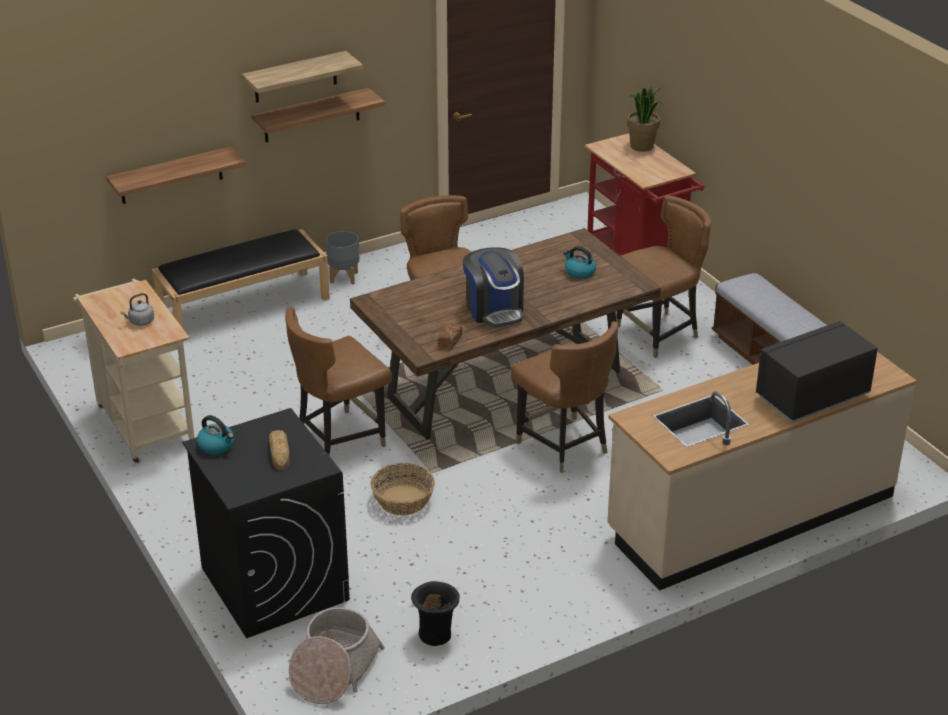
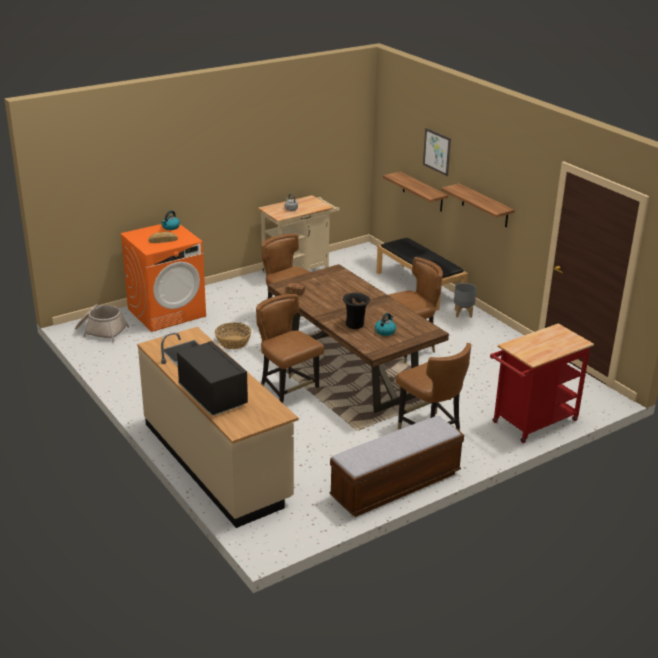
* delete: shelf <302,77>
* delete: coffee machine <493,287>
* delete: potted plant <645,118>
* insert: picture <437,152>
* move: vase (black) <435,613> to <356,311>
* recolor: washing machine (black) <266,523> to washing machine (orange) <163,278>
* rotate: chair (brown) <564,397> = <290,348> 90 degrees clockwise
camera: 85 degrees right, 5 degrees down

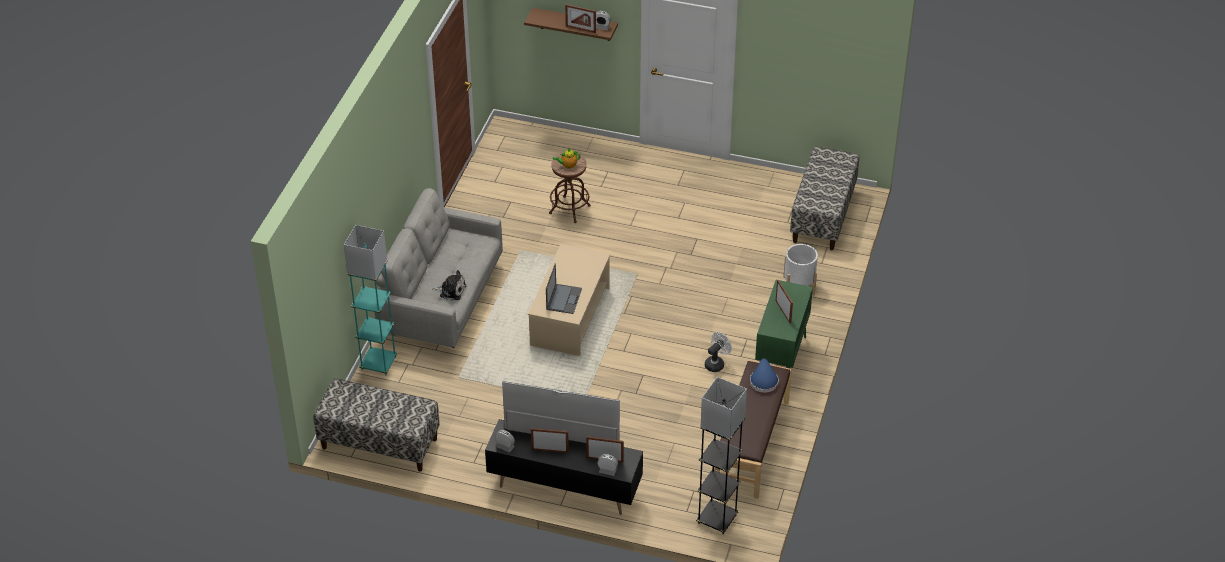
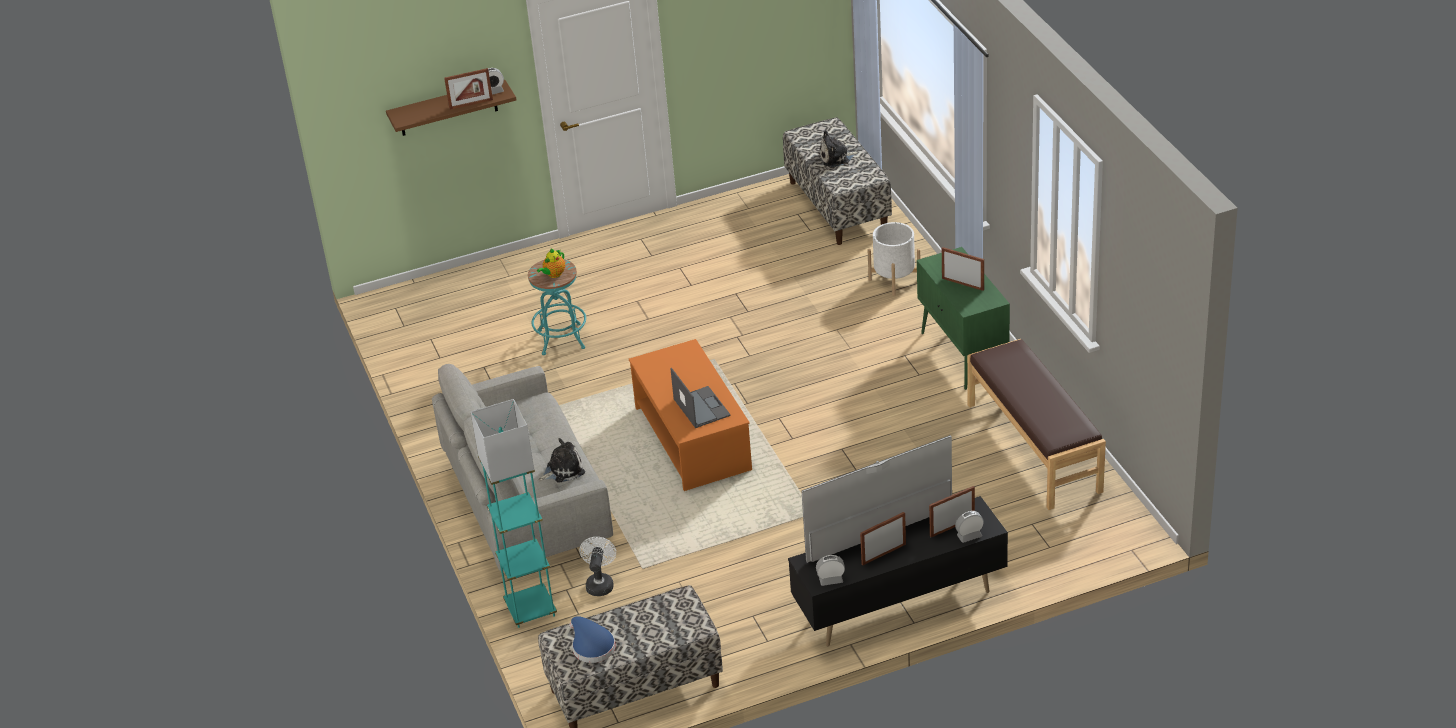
* delete: floor lamp (grey) <721,455>
* insert: plush toy <838,148>
* move: fan (white) <718,352> to <598,566>
* move: hat (blue) <764,375> to <592,639>
* recolor: coffee table (beige) <569,300> to coffee table (orange) <690,415>
* recolor: stool (brown) <570,188> to stool (turquoise) <557,307>
camera: 35 degrees left, 5 degrees down

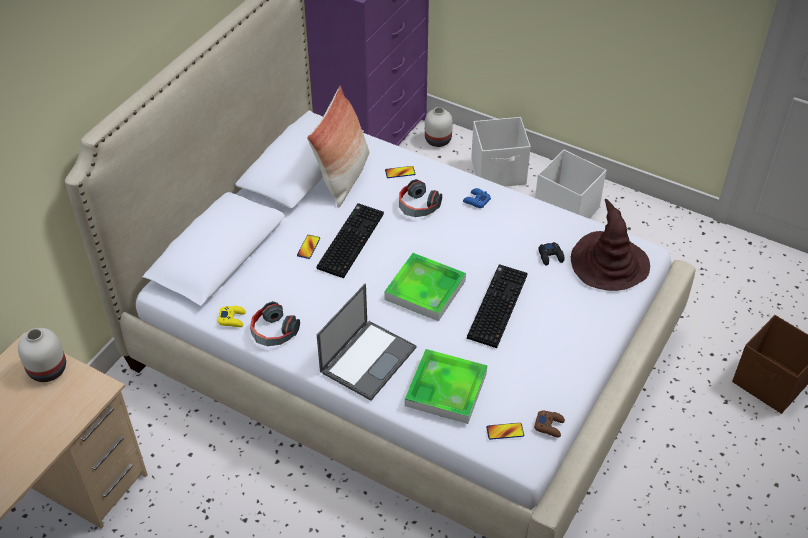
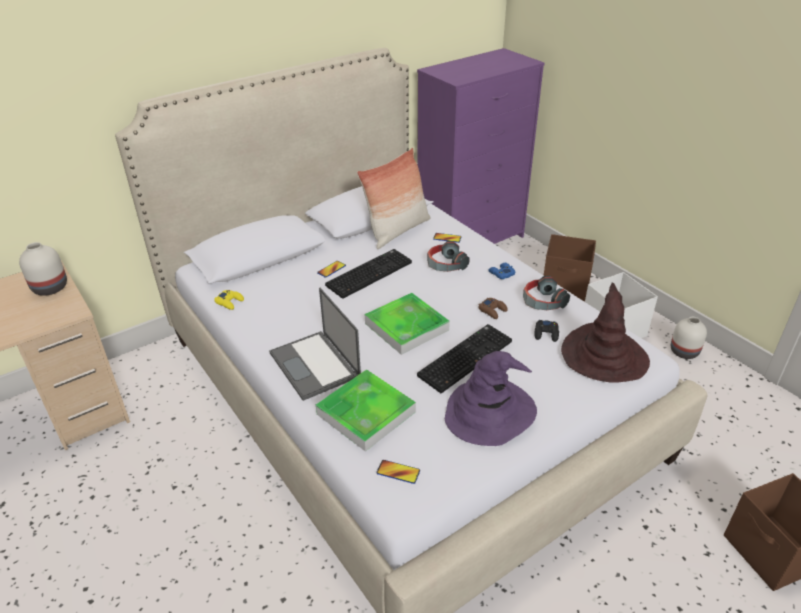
* insert: hat (purple) <491,398>
* move: headphones <275,323> to <546,293>
* move: vase (white) <439,127> to <689,338>
* move: game controller (brown) <549,424> to <493,308>
* recolor: storage box (white) <501,151> to storage box (brown) <570,268>
* rotate: laptop <366,342> = <315,344> 90 degrees clockwise
camera: 25 degrees right, 10 degrees down

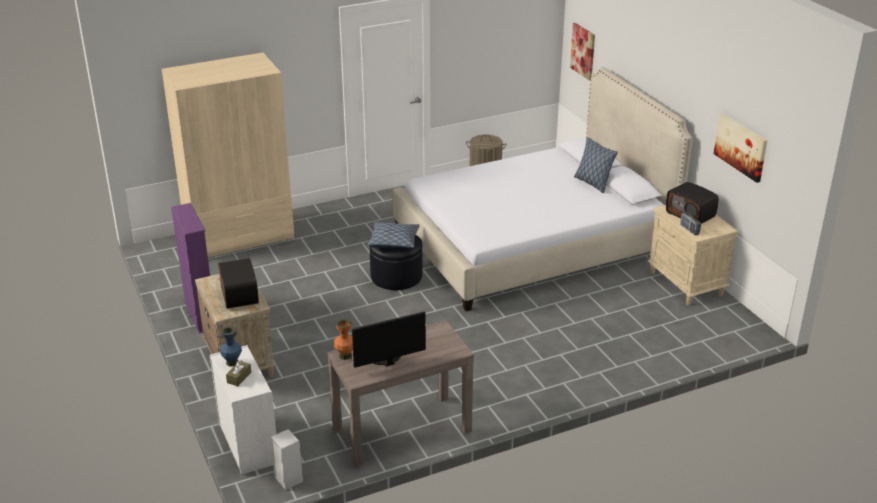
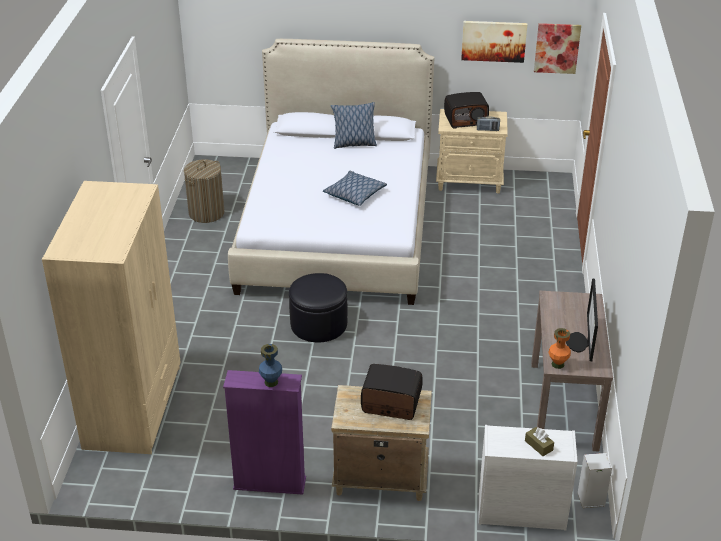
* move: vase (blue) <231,346> to <270,365>
* move: pillow <393,235> to <355,188>
* move: picture <582,52> to <557,48>
camera: 60 degrees left, 5 degrees up

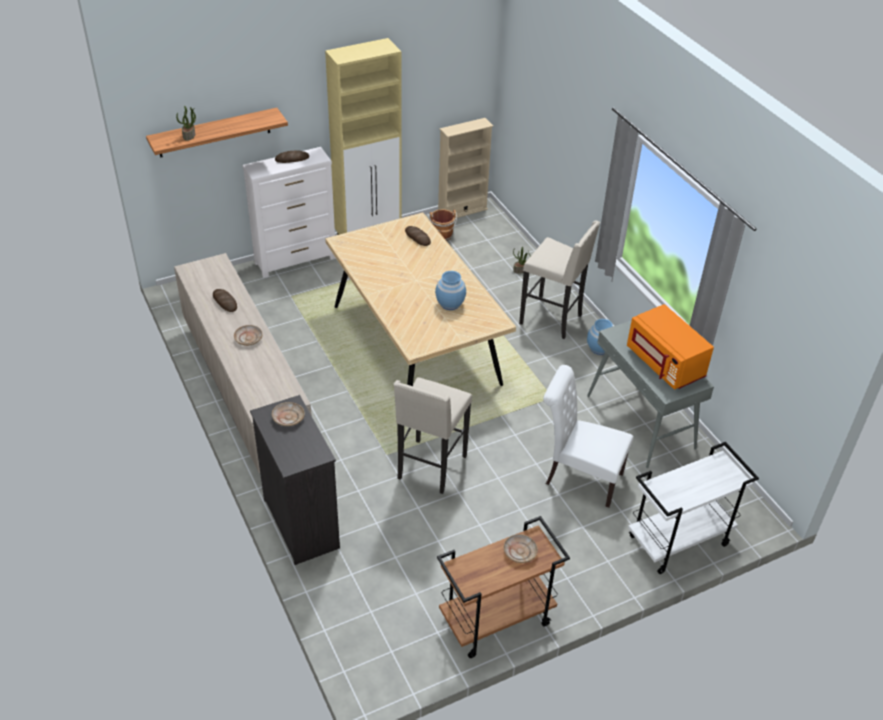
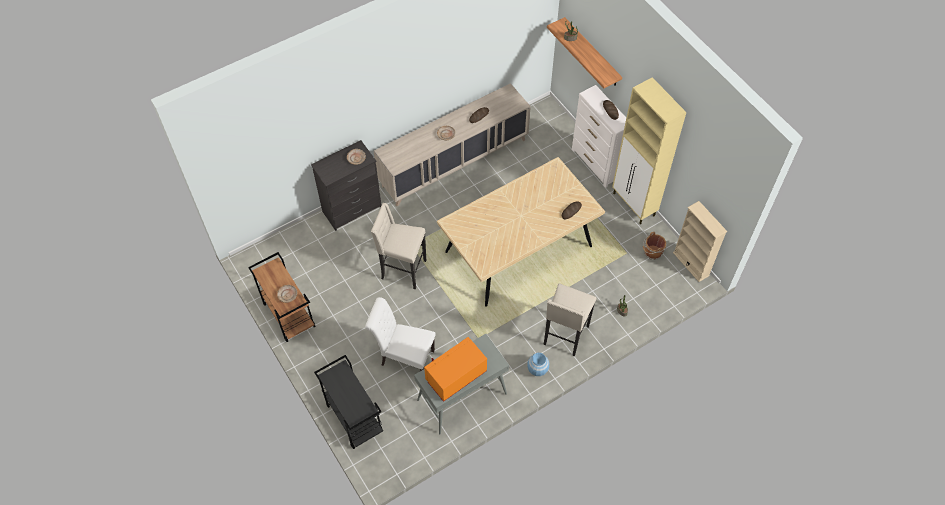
* delete: vase (blue) <450,290>
* recolor: cart (white) <693,508> to cart (black) <348,402>
* rotate: chair (white) <588,436> = <400,334> 90 degrees counterclockwise
camera: 85 degrees right, 15 degrees up

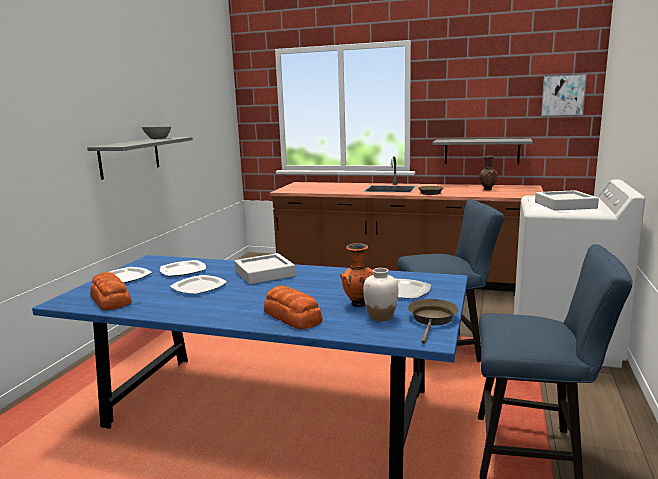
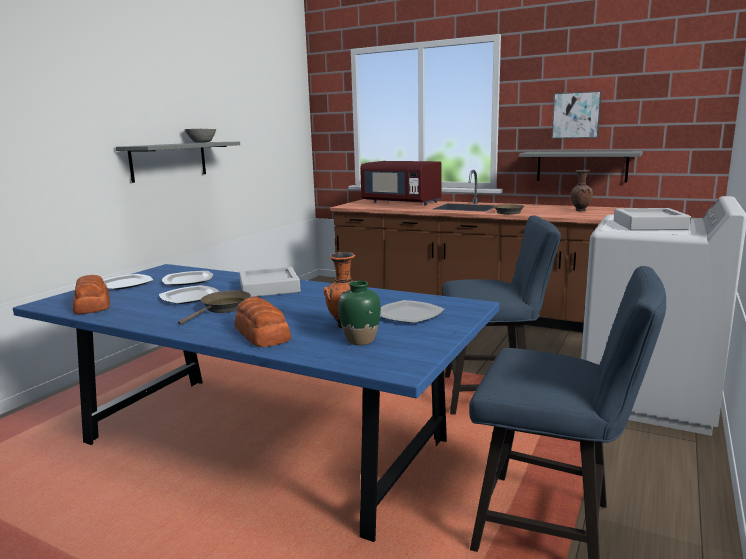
* insert: microwave (red) <401,183>
* move: frying pan (brown) <433,321> to <214,307>
* move: picture <564,95> to <576,115>
* recolor: vase (white) <381,295> to vase (green) <359,313>
camera: 10 degrees right, 0 degrees up

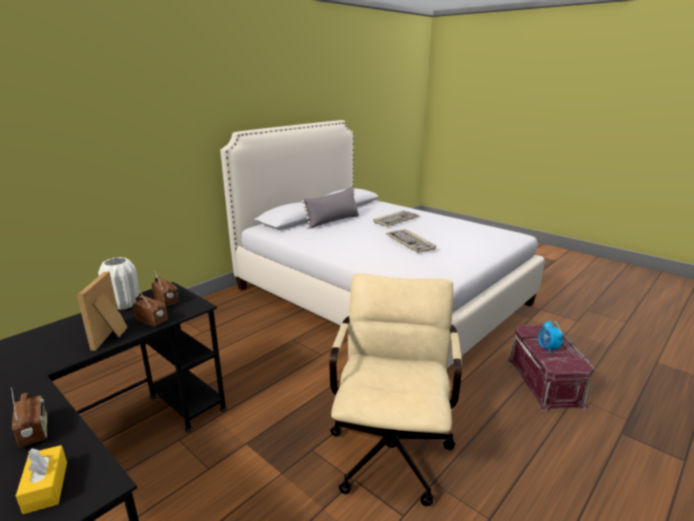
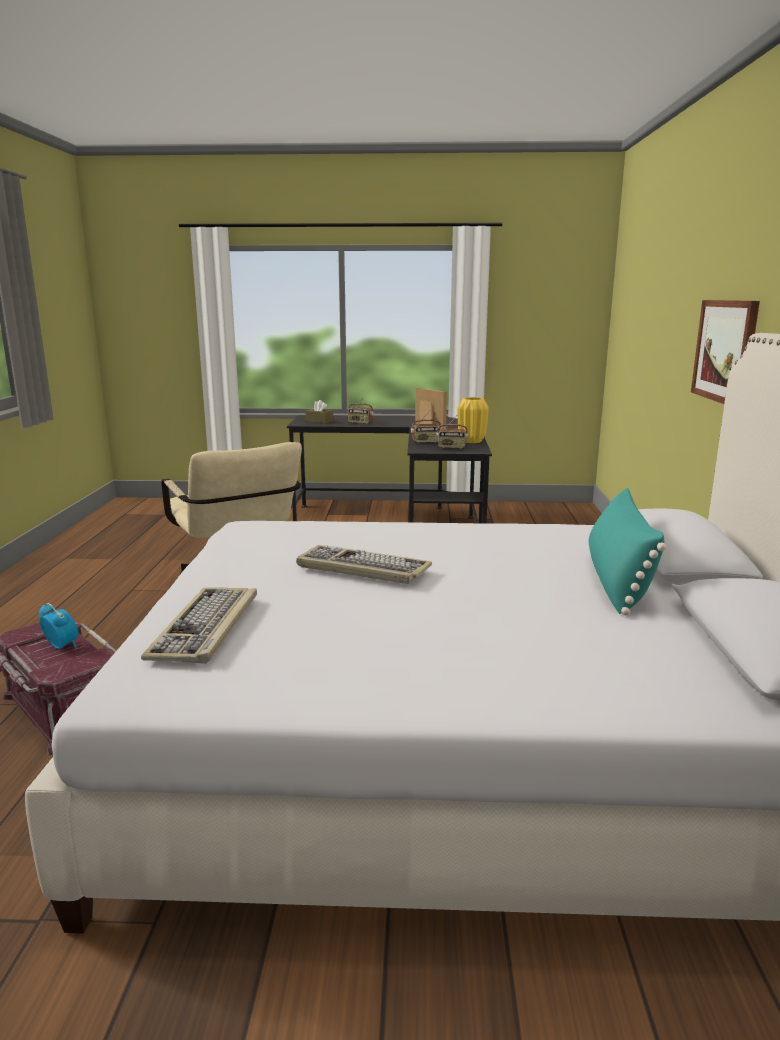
* insert: picture <725,352>
* move: keyboard <396,218> to <199,626>
* recolor: tissue box (yellow) <41,479> to tissue box (brown) <319,411>
* recolor: vase (white) <118,283> to vase (yellow) <473,420>
* recolor: pillow (grey) <330,208> to pillow (turquoise) <627,551>
camera: 140 degrees right, 5 degrees down

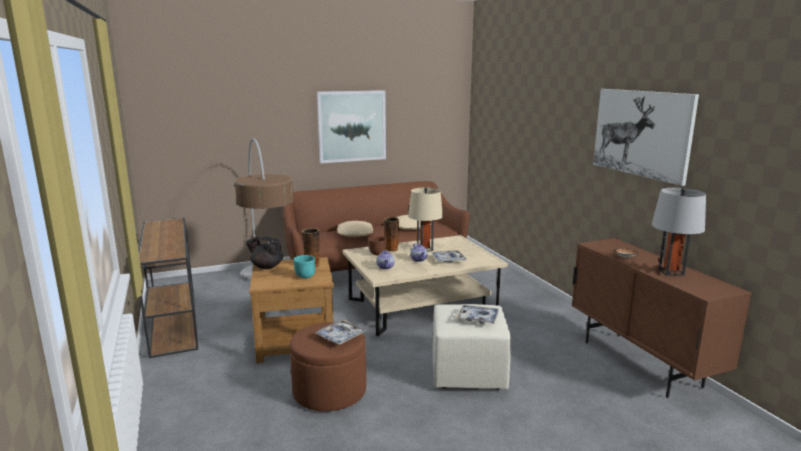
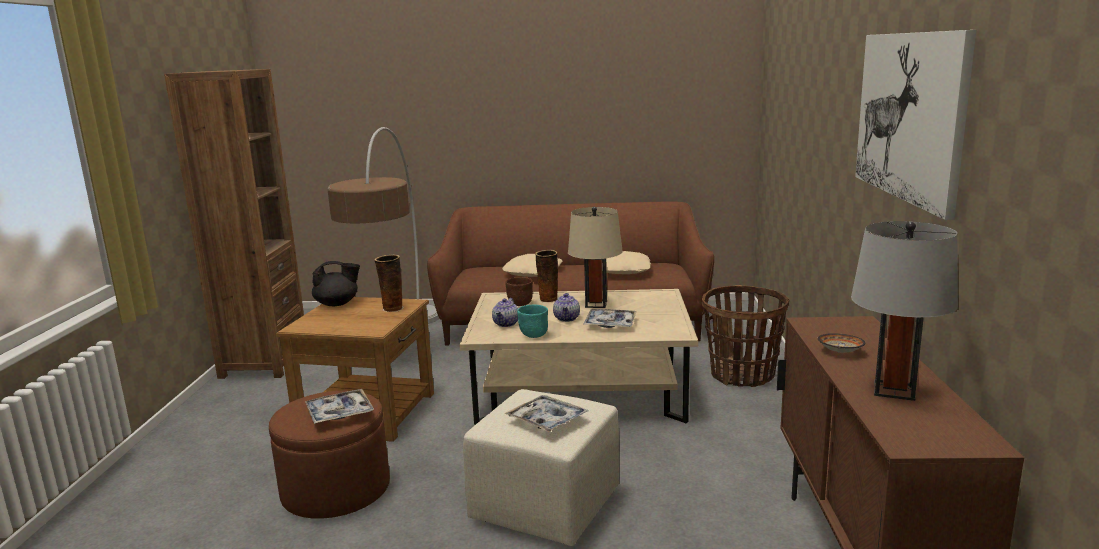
* delete: picture <351,126>
* insert: basket <745,336>
* move: bowl (turquoise) <304,266> to <532,321>
* replace: console table (brown) <168,288> to bookcase (brown) <234,224>
* rotate: teapot (black) <264,253> = <336,283> 135 degrees clockwise
camera: 25 degrees right, 0 degrees up

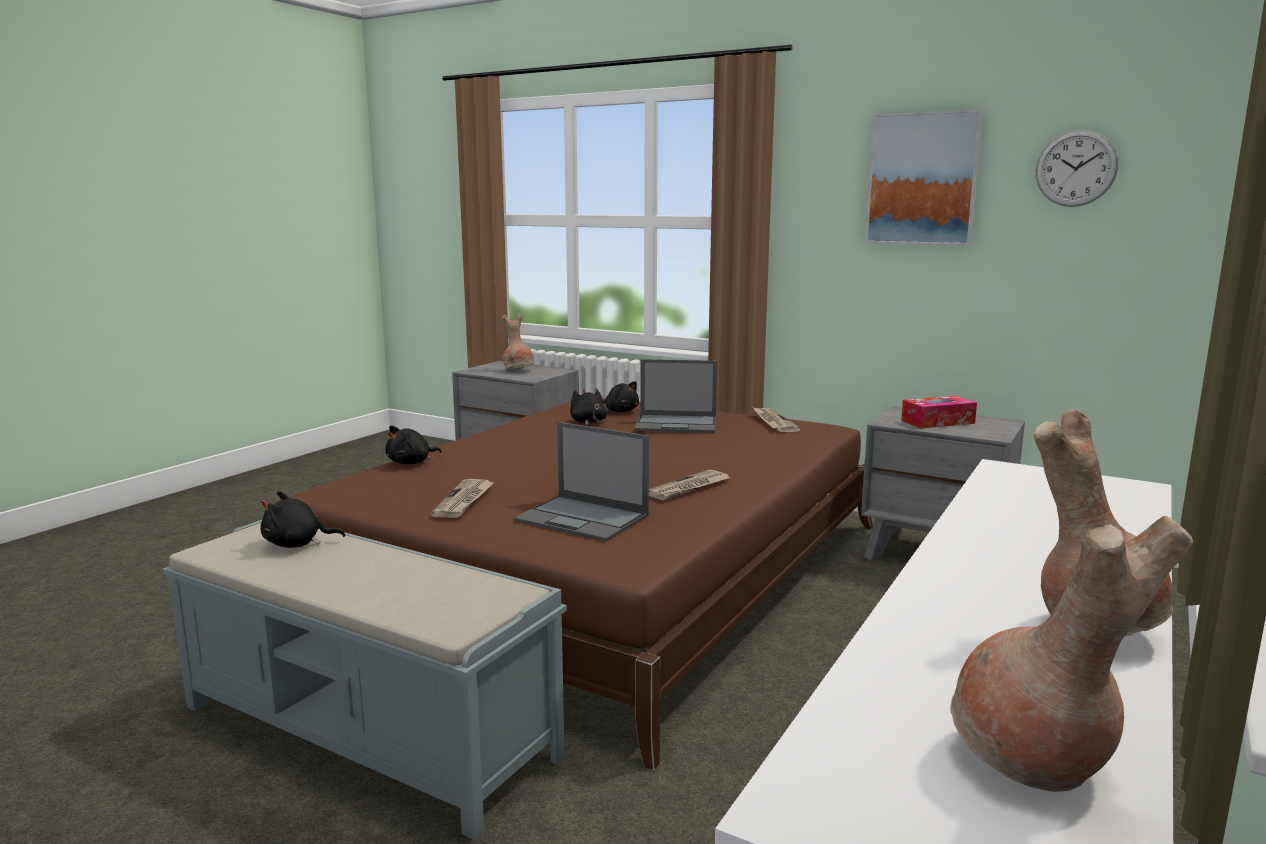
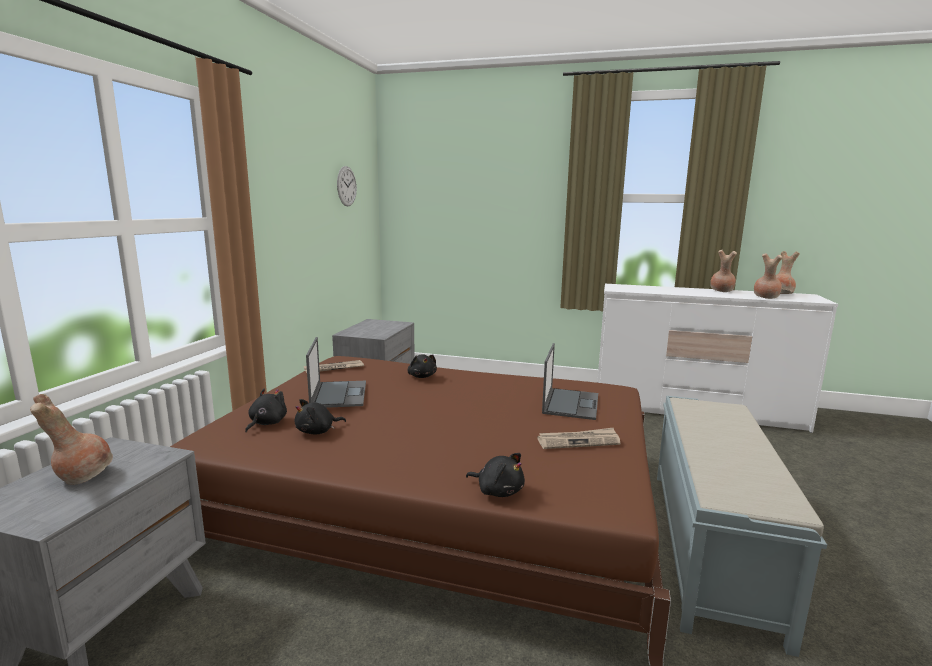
* delete: newspaper <689,485>
* delete: picture <924,177>
* delete: tissue box <939,412>
* insert: vase (brown) <768,276>
* move: plush toy (black) <303,519> to <422,366>
camera: 105 degrees left, 0 degrees up

